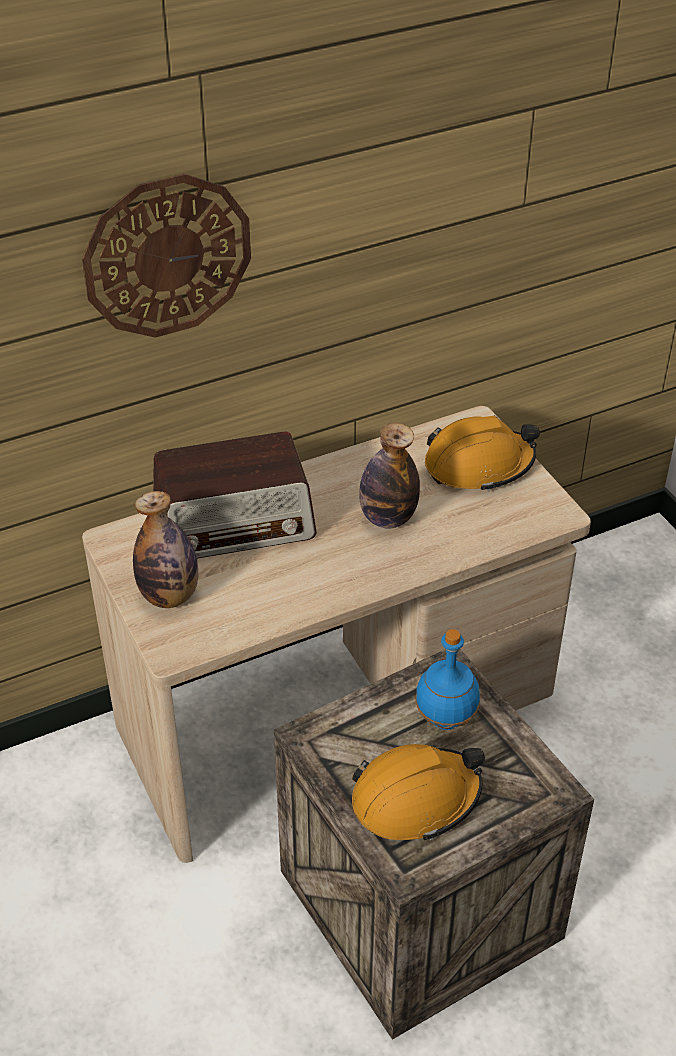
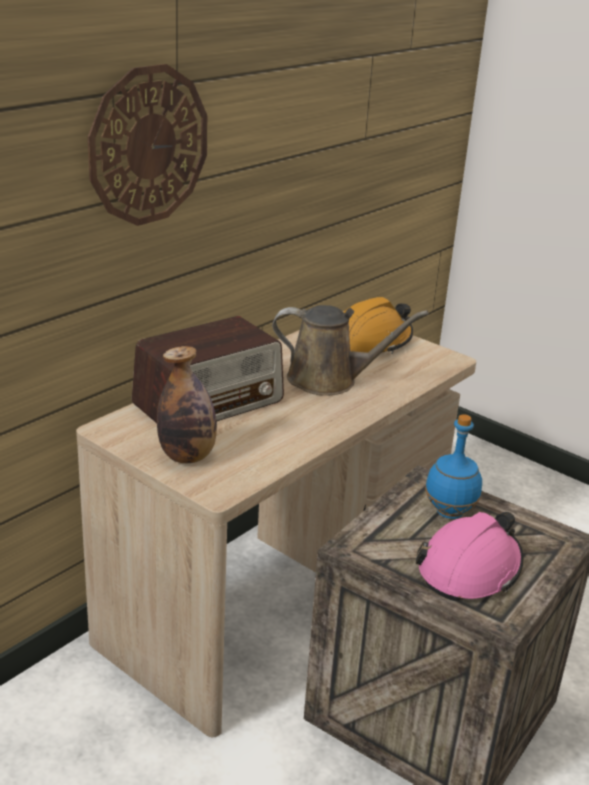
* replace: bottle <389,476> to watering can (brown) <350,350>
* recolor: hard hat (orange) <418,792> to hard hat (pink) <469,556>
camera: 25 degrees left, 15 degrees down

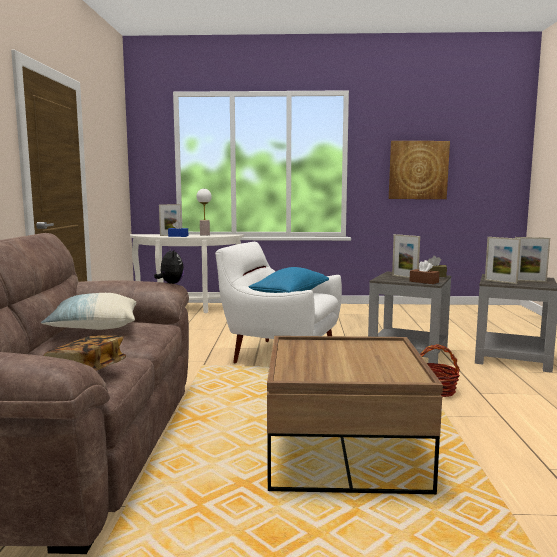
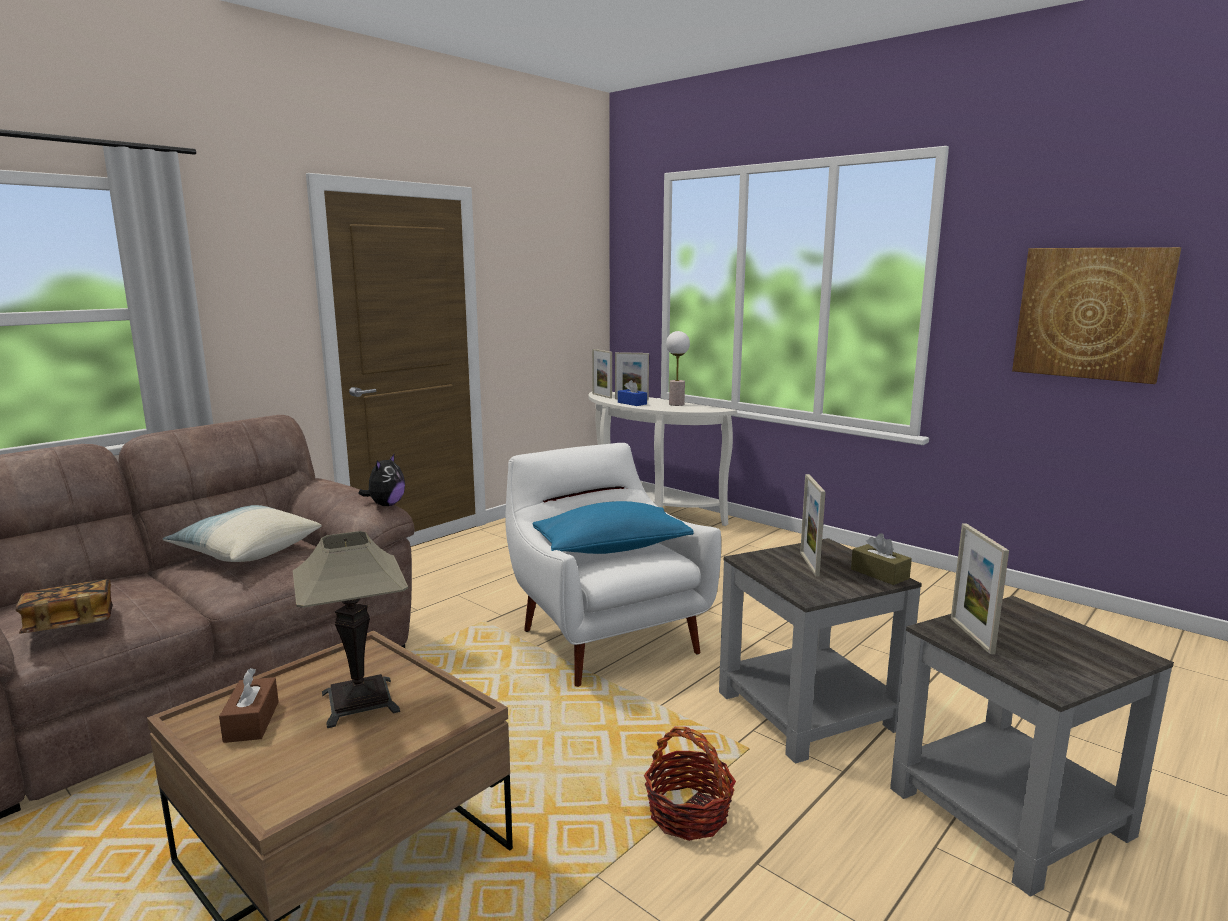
* insert: table lamp <350,629>
* move: tissue box (brown) <424,272> to <249,705>
* move: picture frame <532,259> to <602,374>
camera: 40 degrees right, 5 degrees up

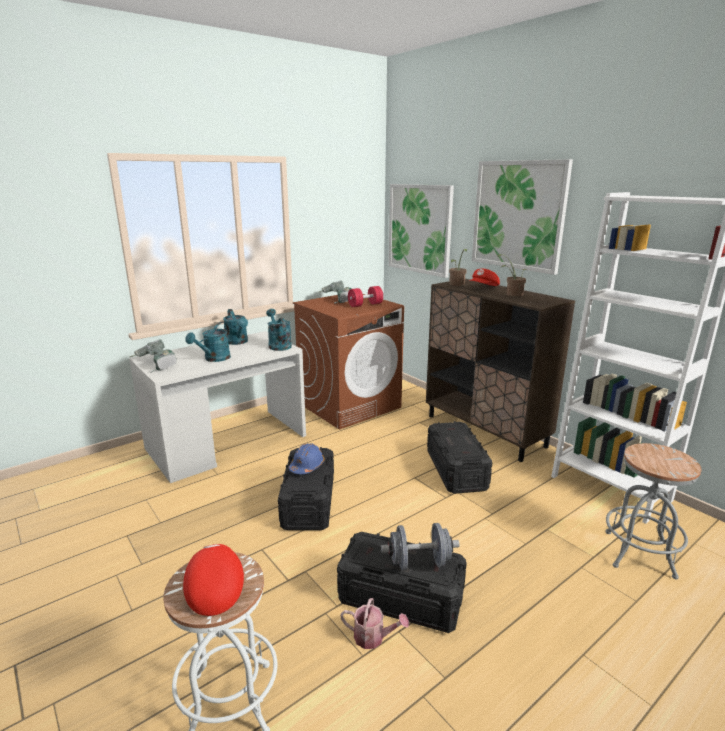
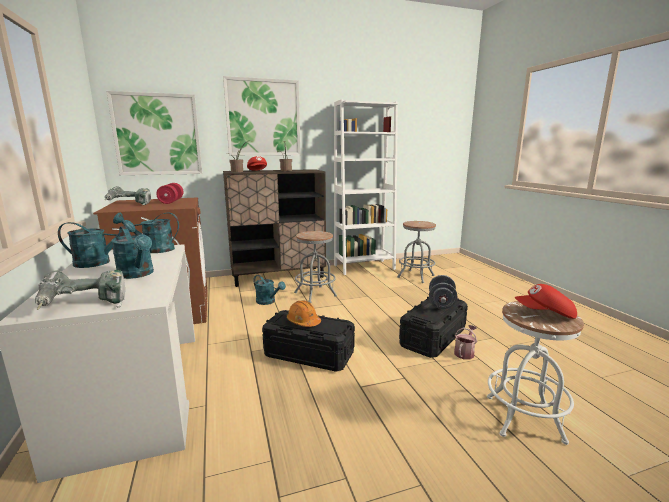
* insert: watering can (turquoise) <269,290>
* replace: storage box (black) <459,457> to stool (grey) <315,267>
* recolor: hard hat (blue) <306,458> to hard hat (orange) <304,313>
camera: 70 degrees left, 5 degrees down

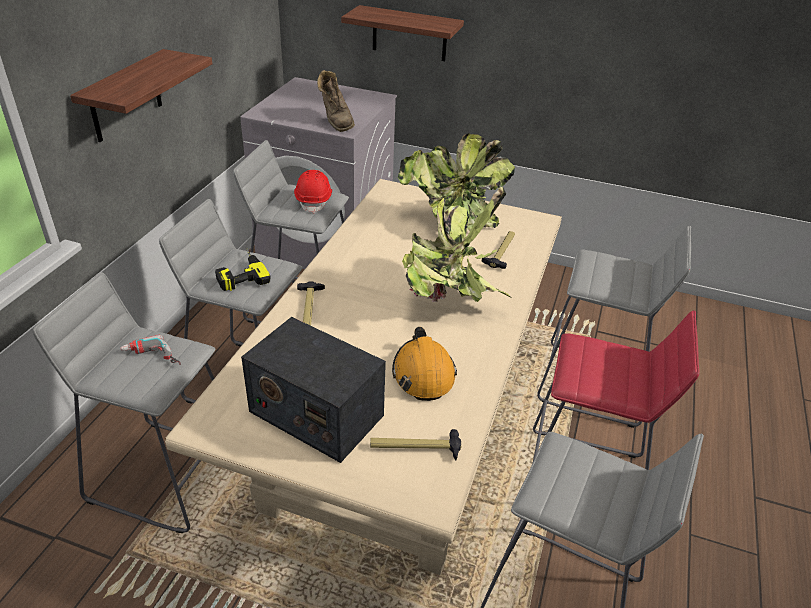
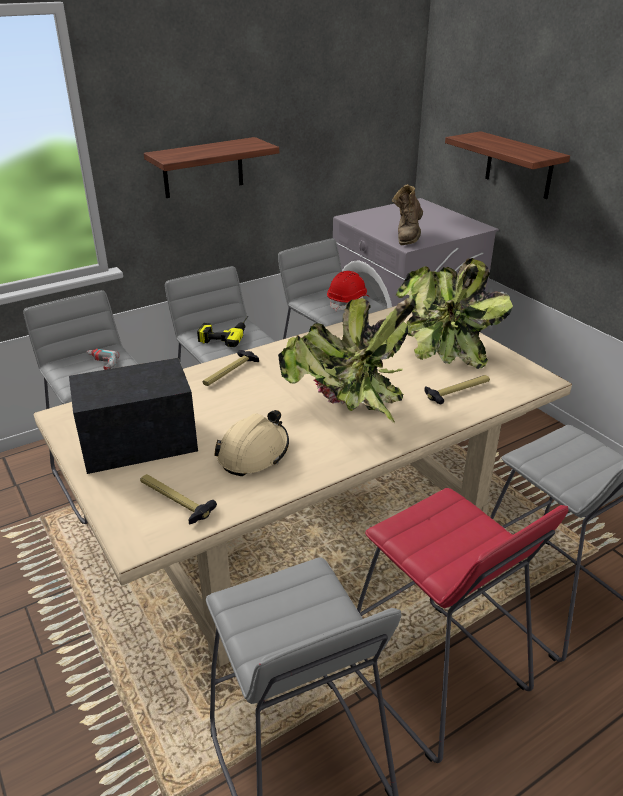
* recolor: hard hat (orange) <424,364> to hard hat (beige) <251,443>
* rotate: radio <313,390> = <133,416> 90 degrees clockwise
camera: 40 degrees right, 5 degrees down

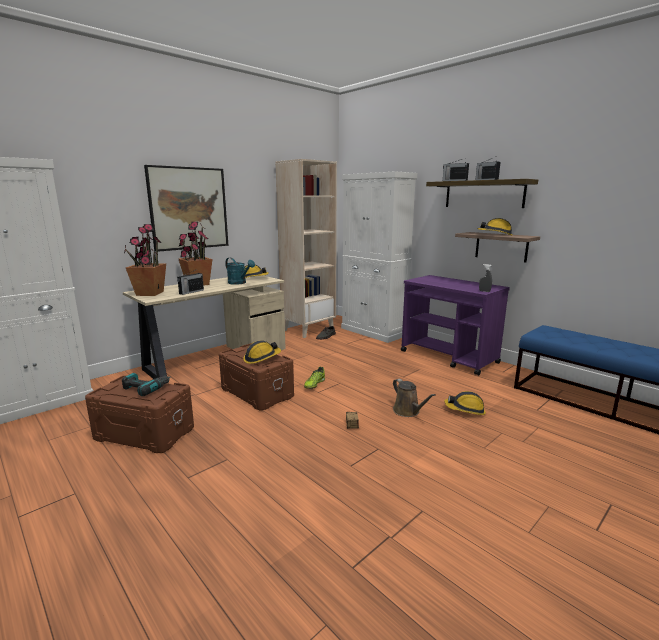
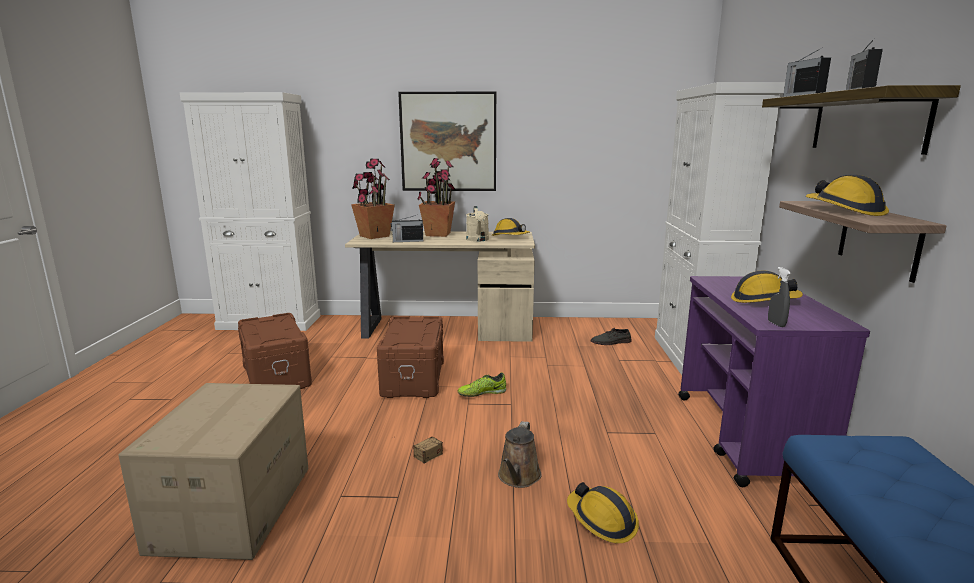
* delete: power drill <146,384>
* delete: bookcase (beige) <306,248>
* insert: cardboard box <213,471>
* move: hard hat <262,352> to <767,286>
* recolor: watering can (turquoise) <240,271> to watering can (beige) <477,224>
camera: 45 degrees right, 0 degrees up

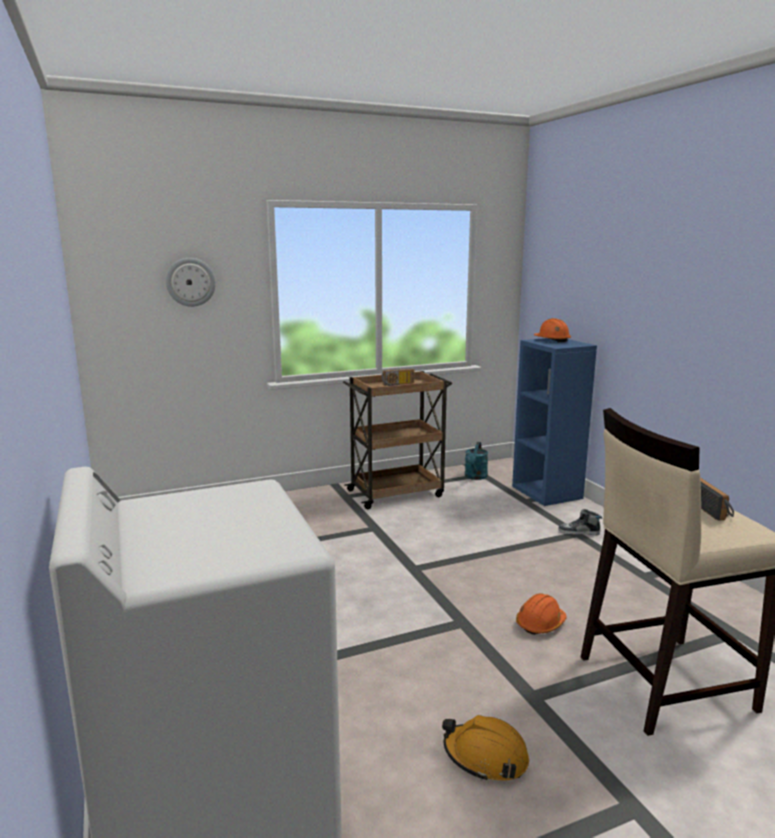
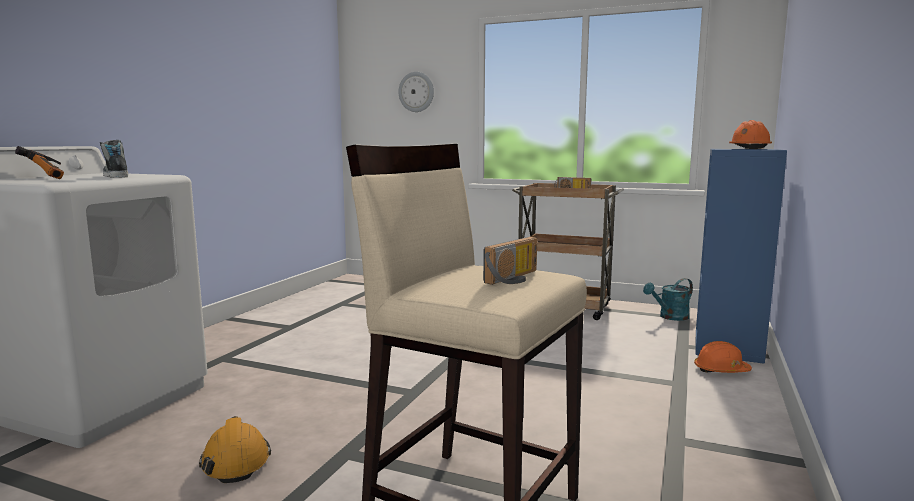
* insert: hammer <39,162>
* move: hard hat (orange) <541,614> to <723,357>
* move: shoe <580,522> to <114,159>
camera: 45 degrees right, 5 degrees down

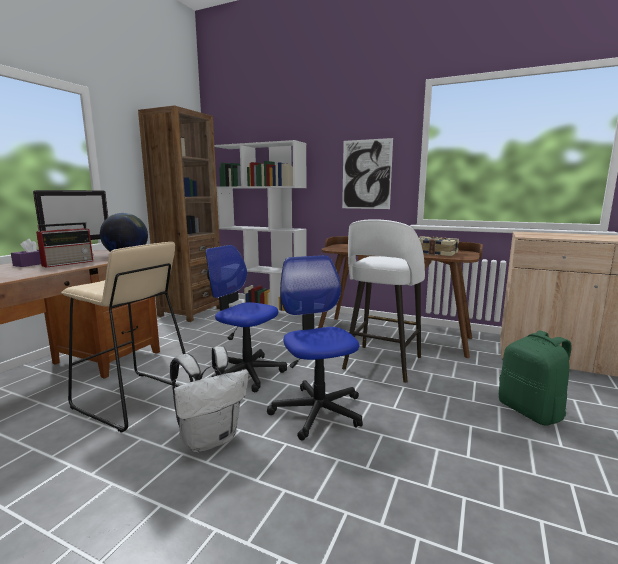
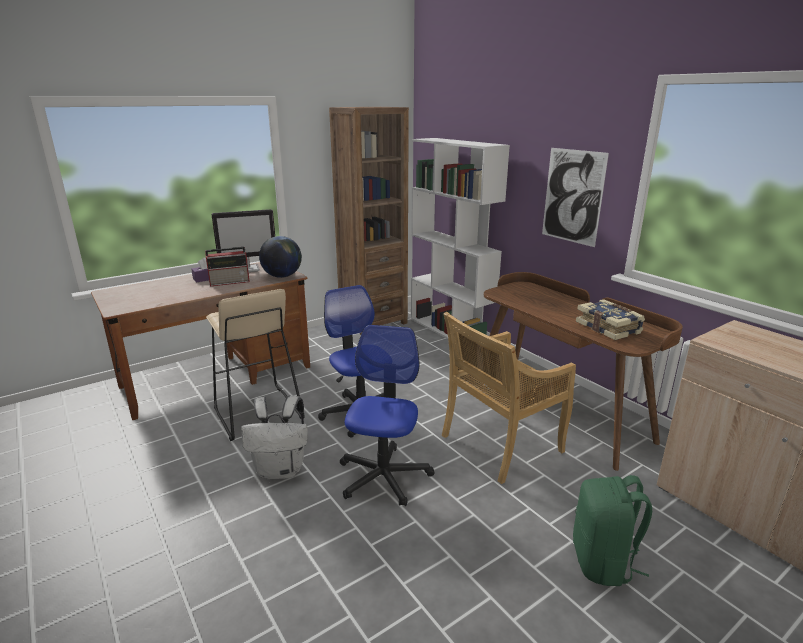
* replace: stool (white) <383,301> to chair (beige) <509,398>
camera: 30 degrees right, 10 degrees up

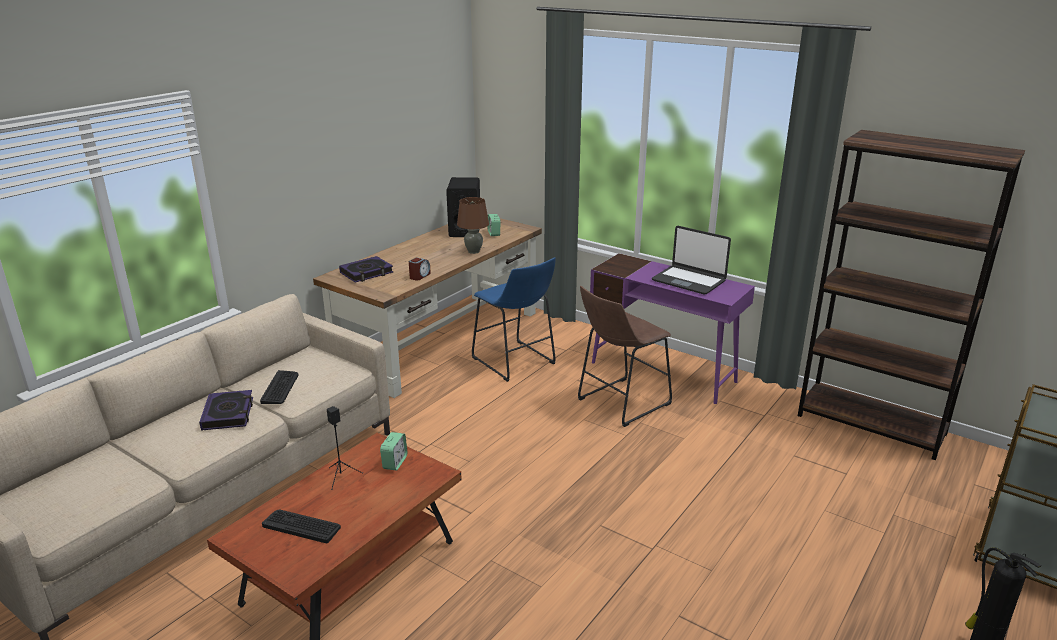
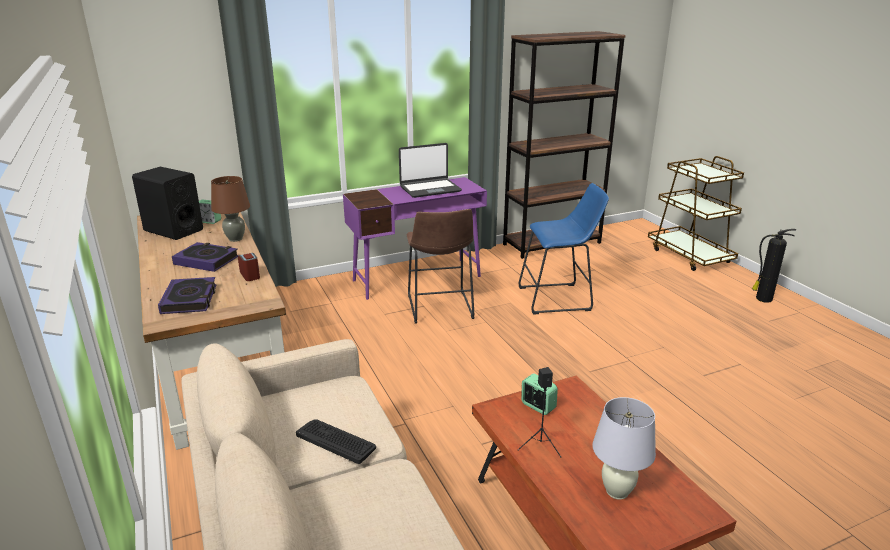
* move: book <226,410> to <205,257>
* move: stool (blue) <514,319> to <564,249>
* replace: keyboard <301,526> to table lamp (white) <624,448>
camera: 60 degrees left, 0 degrees up

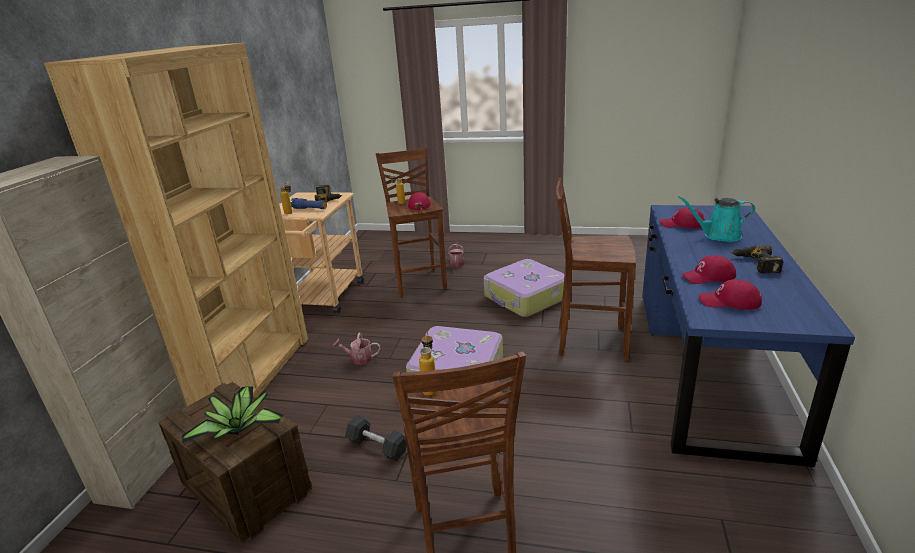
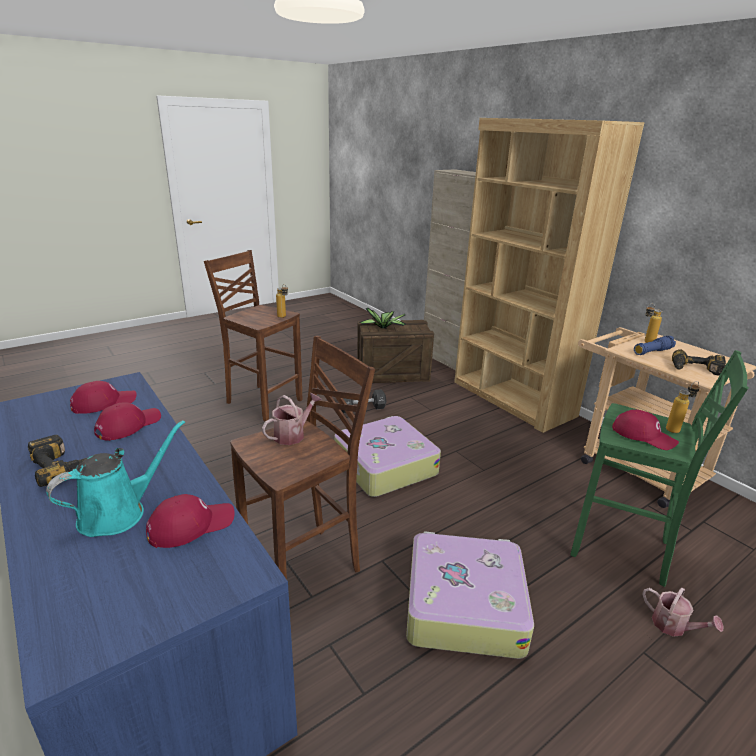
* move: watering can <357,348> to <292,419>
* recolor: stool (brown) <411,222> to stool (green) <659,468>
camera: 130 degrees right, 0 degrees up

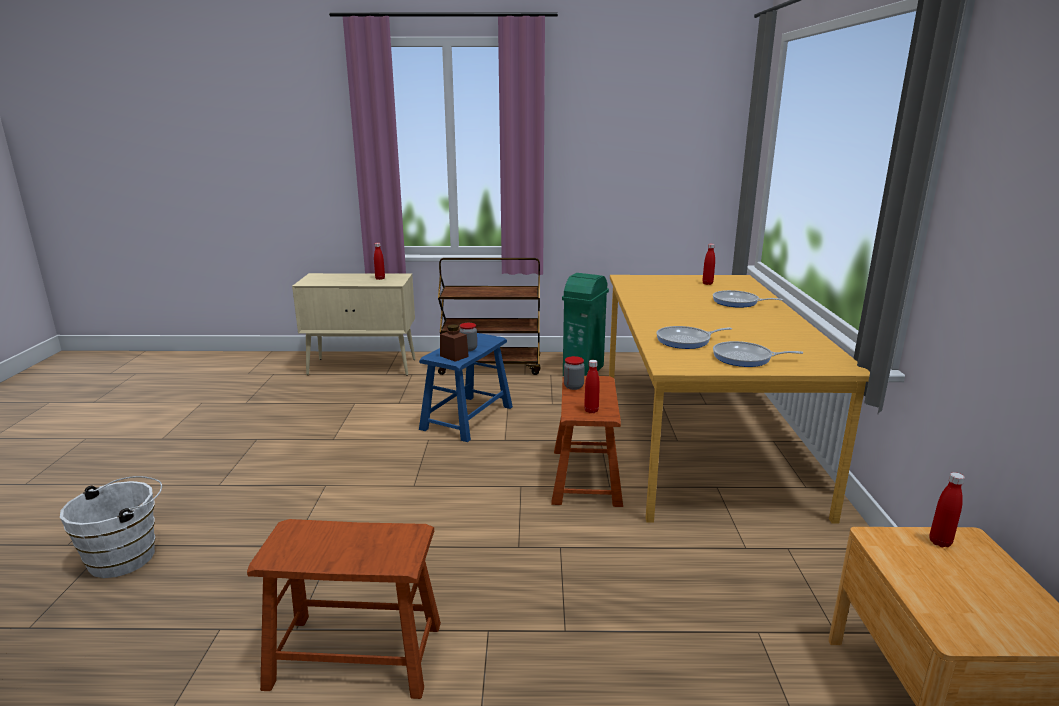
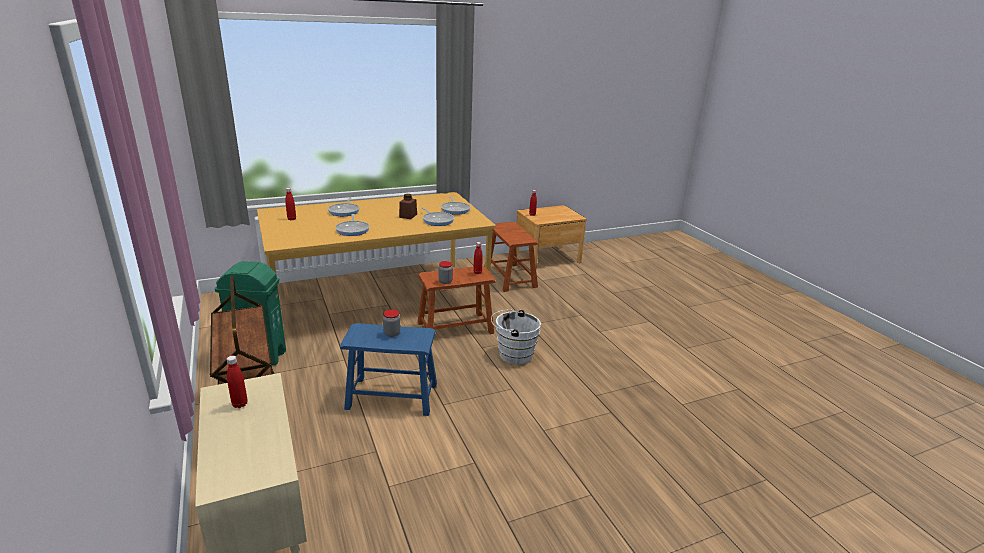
* insert: frying pan <352,225>
* move: bucket (white) <111,527> to <516,336>
* move: stool (brown) <344,609> to <511,257>
* move: jar (brown) <454,343> to <408,206>
camera: 115 degrees left, 5 degrees up

